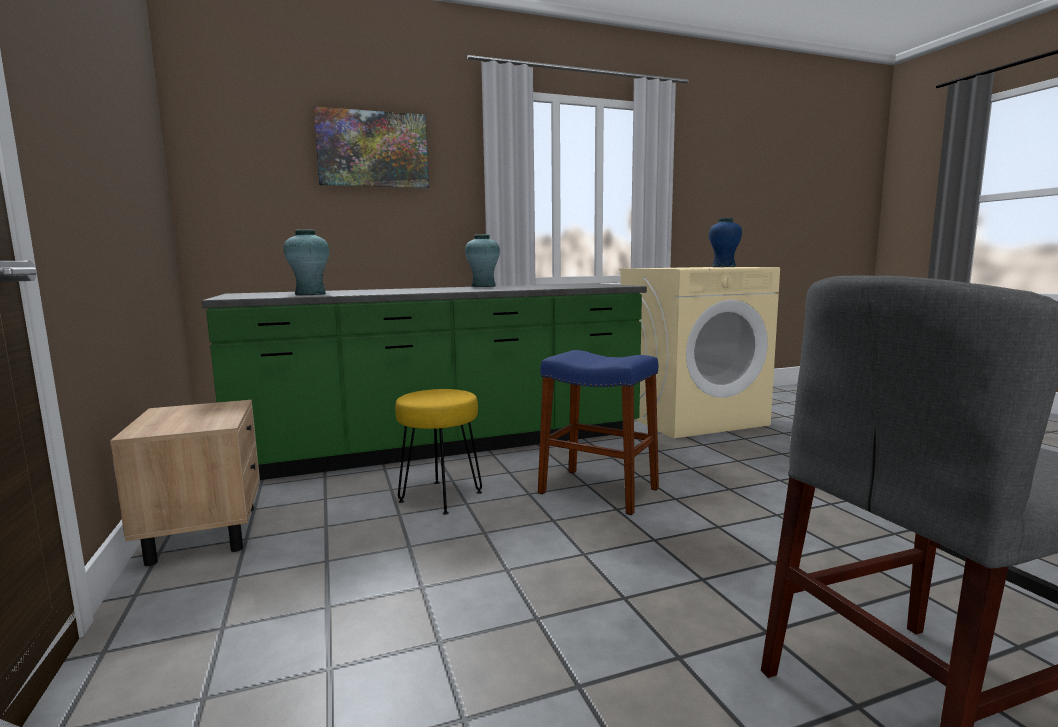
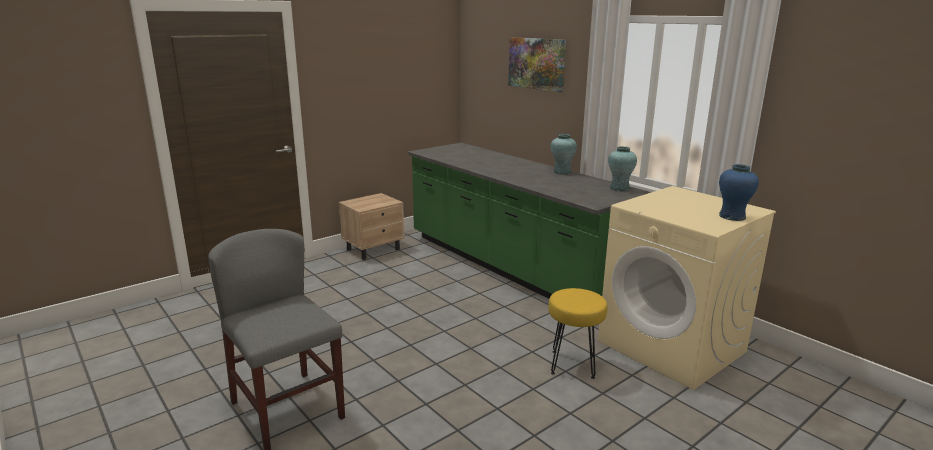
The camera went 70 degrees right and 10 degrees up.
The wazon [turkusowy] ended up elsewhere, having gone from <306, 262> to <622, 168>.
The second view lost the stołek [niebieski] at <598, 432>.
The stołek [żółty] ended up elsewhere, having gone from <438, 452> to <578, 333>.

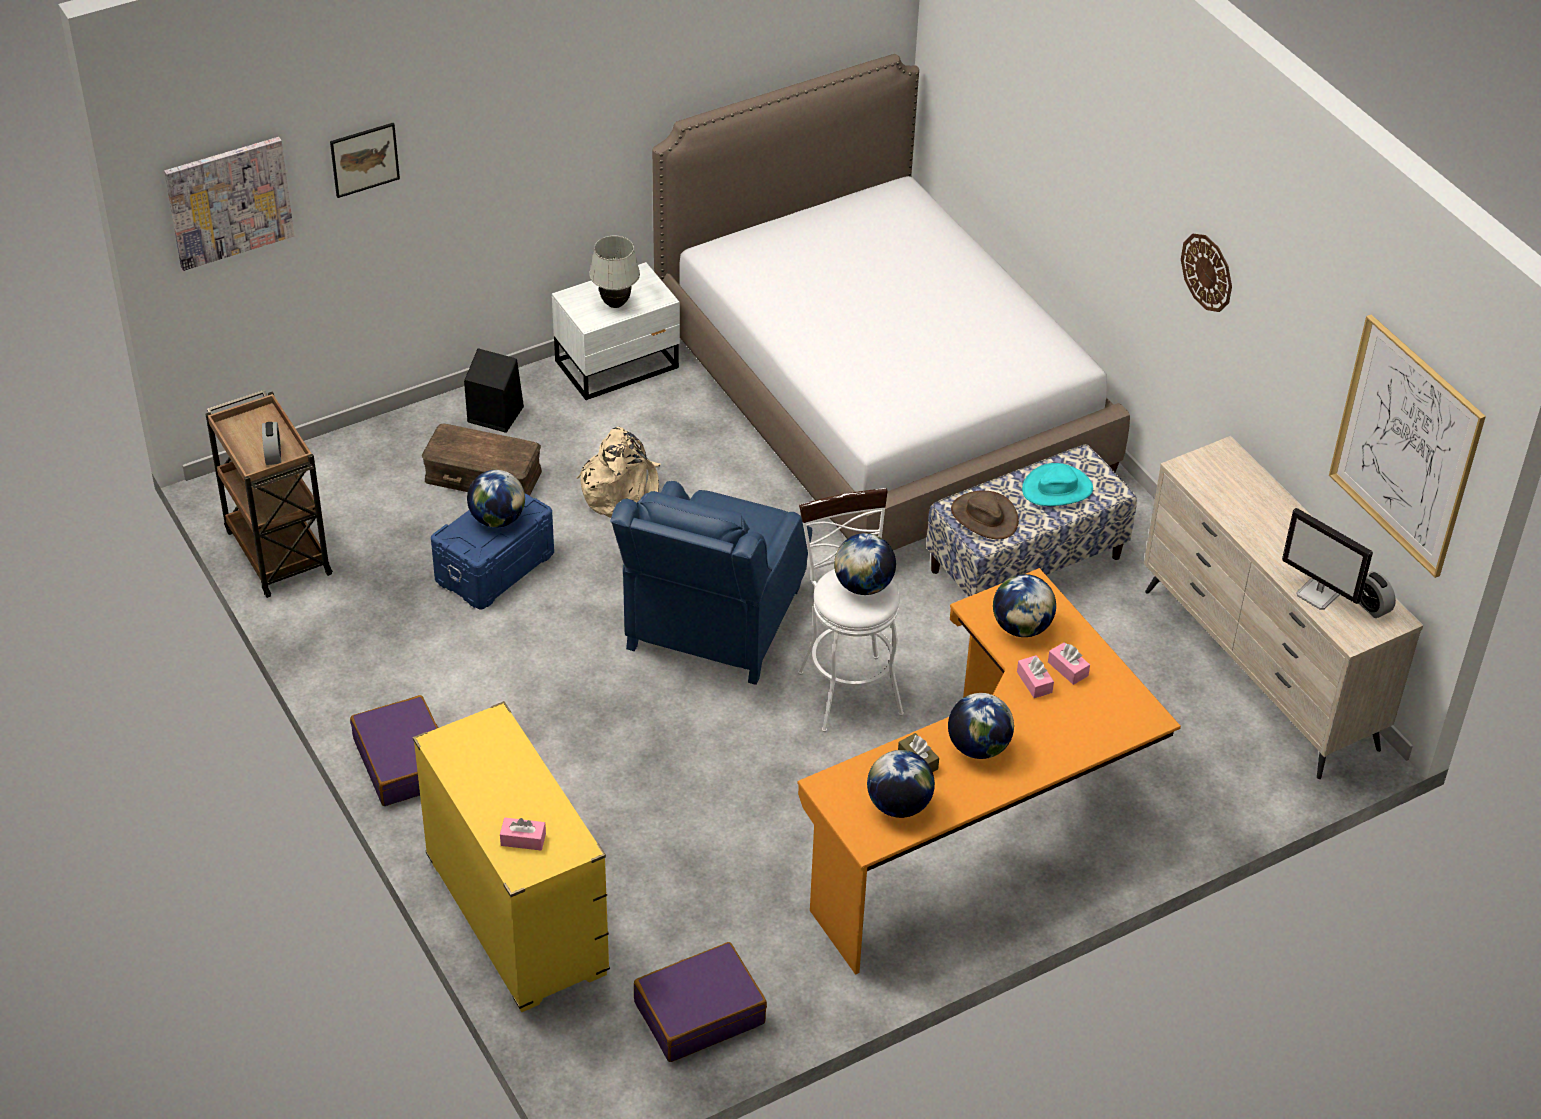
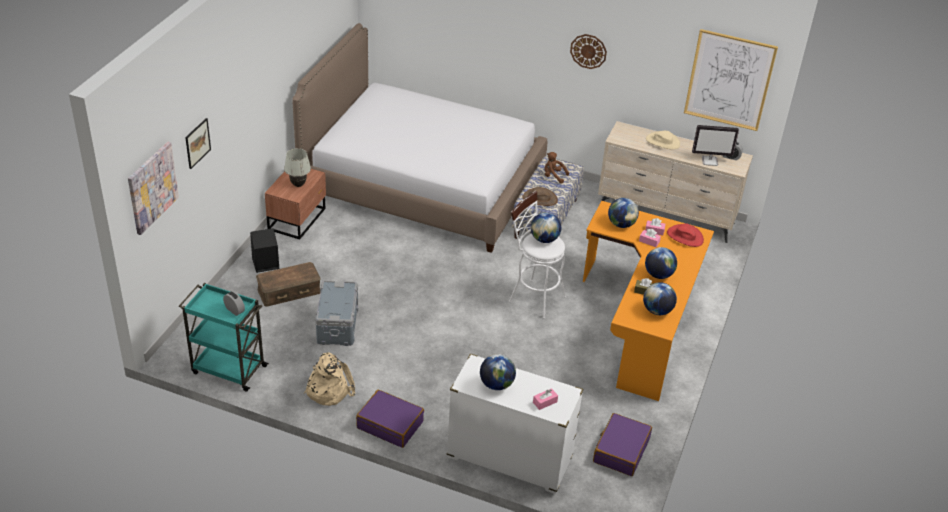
The camera went 40 degrees left and 5 degrees down.
What was the szafka nocna [biały] at <616, 331> turned into the szafka nocna [brązowy] at <295, 204>.
What was the wózek [brązowy] at <269, 494> turned into the wózek [turkusowy] at <224, 337>.
The plecak [beżowy] ended up elsewhere, having gone from <619, 472> to <329, 379>.
Where the kapelusz [turkusowy] stood at <1057, 484>, the pluszak [brązowy] came to stand at <556, 168>.
The globus ended up elsewhere, having gone from <496, 499> to <498, 372>.
The second view lost the fotel [niebieski] at <711, 583>.
What was the pojemnik do przechowywania [niebieski] at <492, 551> turned into the pojemnik do przechowywania [szary] at <336, 313>.
What was the komoda [żółty] at <511, 856> turned into the komoda [biały] at <514, 423>.
The second view gained the kapelusz [beżowy] at <663, 140>.
The second view gained the kapelusz [czerwony] at <685, 235>.

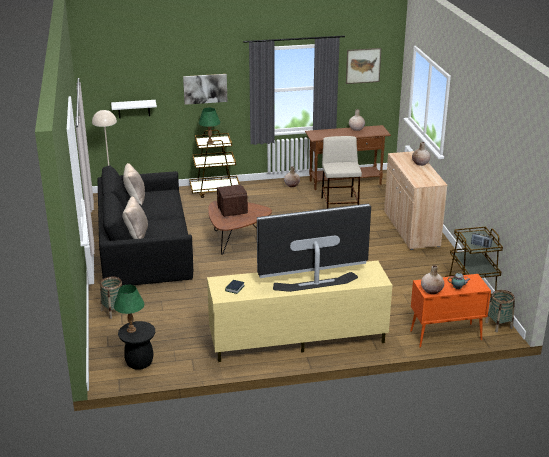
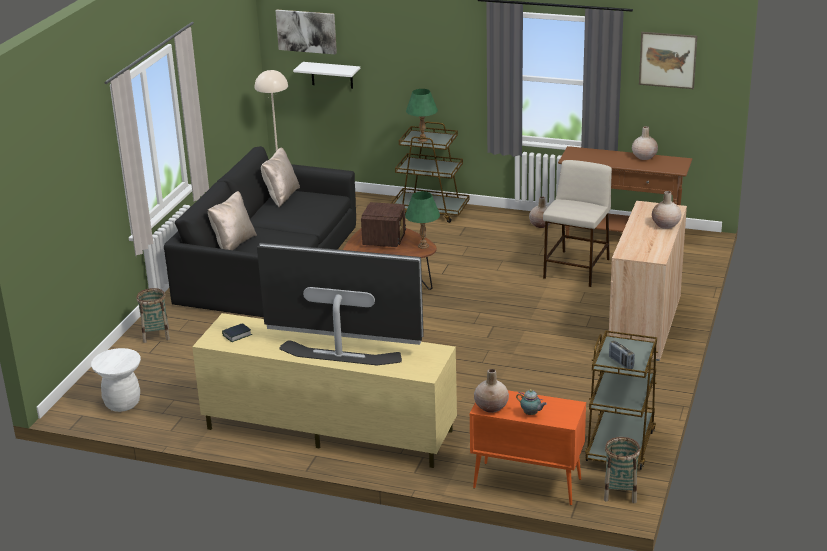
The camera went 30 degrees right and 0 degrees up.
The obraz ended up elsewhere, having gone from <205, 89> to <306, 32>.
The lampa stołowa [zielony] ended up elsewhere, having gone from <129, 309> to <422, 220>.
What was the stołek [czarny] at <136, 345> turned into the stołek [biały] at <116, 380>.

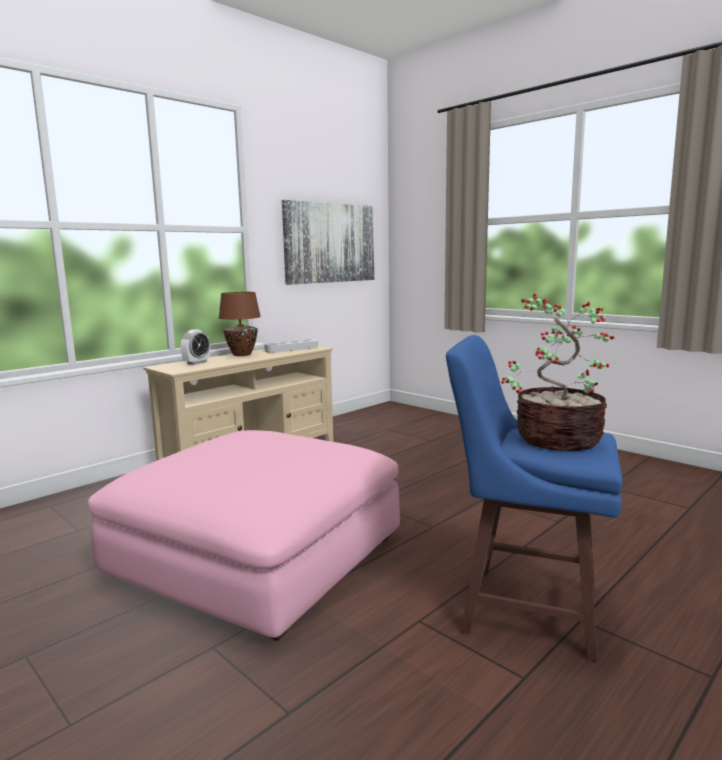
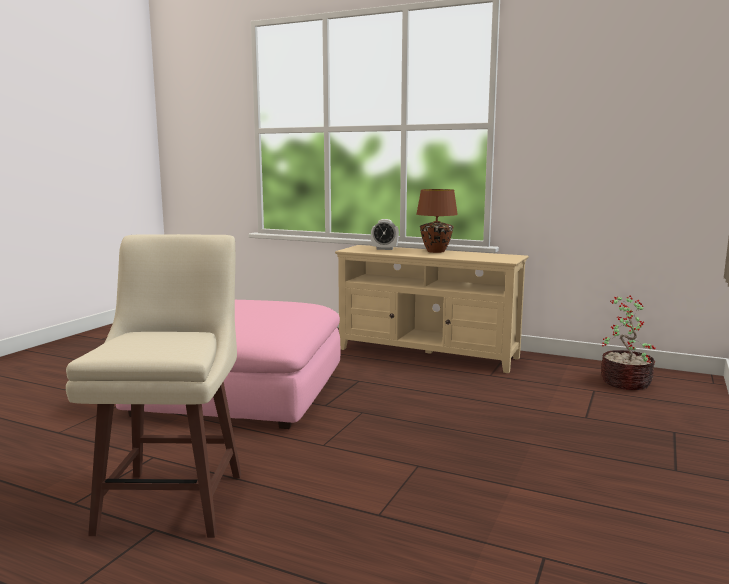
The camera went 70 degrees right and 0 degrees up.
The second view lost the obraz at <328, 242>.
The roślina doniczkowa ended up elsewhere, having gone from <557, 372> to <628, 342>.
What was the stołek [niebieski] at <534, 498> turned into the stołek [beżowy] at <153, 386>.
The second view lost the taca [szary] at <291, 346>.

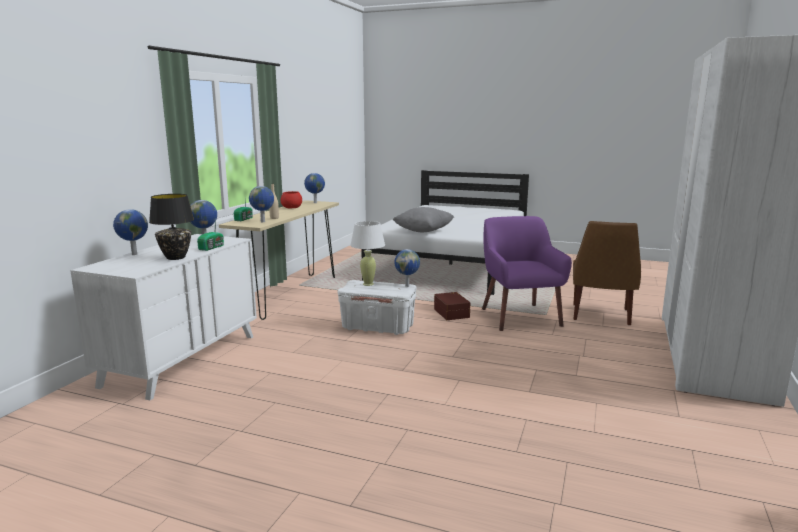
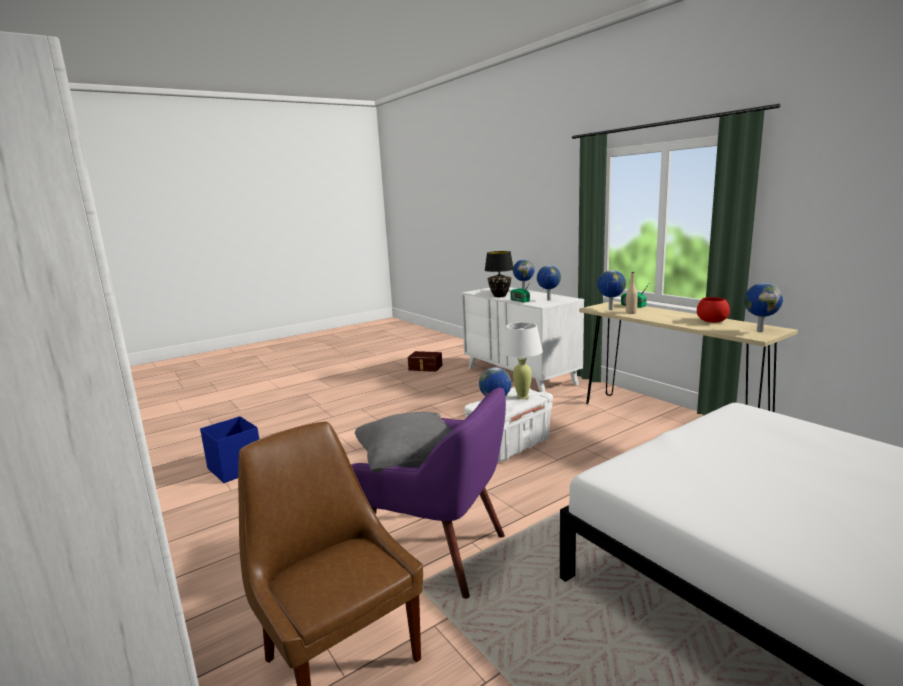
The camera went 125 degrees right and 0 degrees up.
The poduszka [szary] ended up elsewhere, having gone from <423, 219> to <404, 442>.
The pojemnik do przechowywania [brązowy] ended up elsewhere, having gone from <452, 306> to <425, 361>.
The second view gained the pojemnik do przechowywania [niebieski] at <229, 449>.

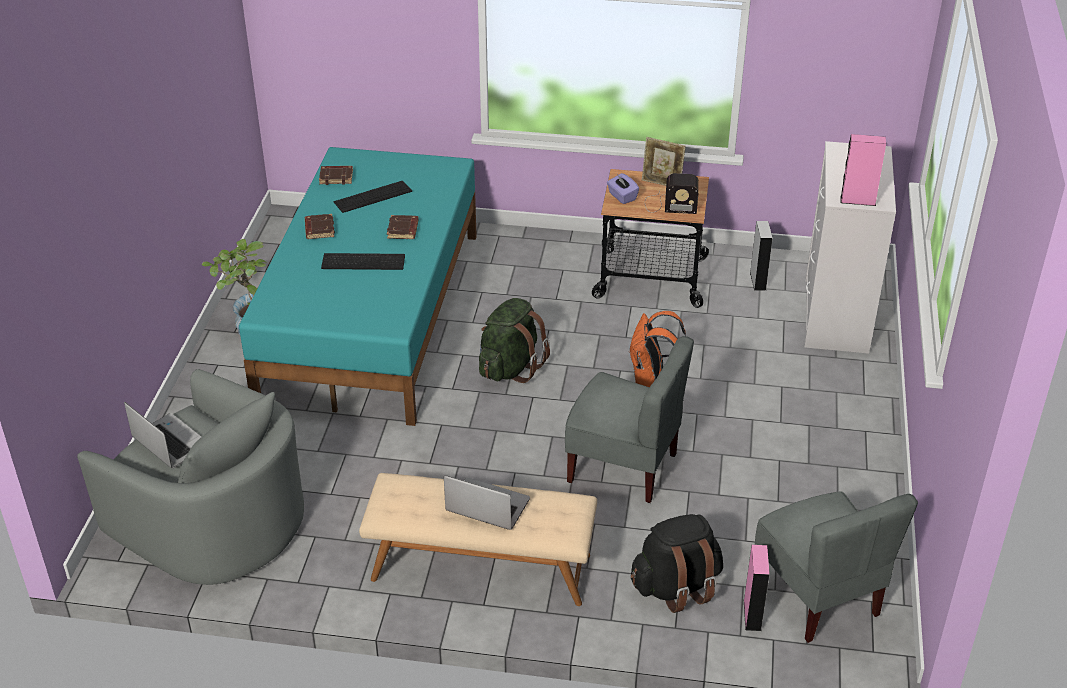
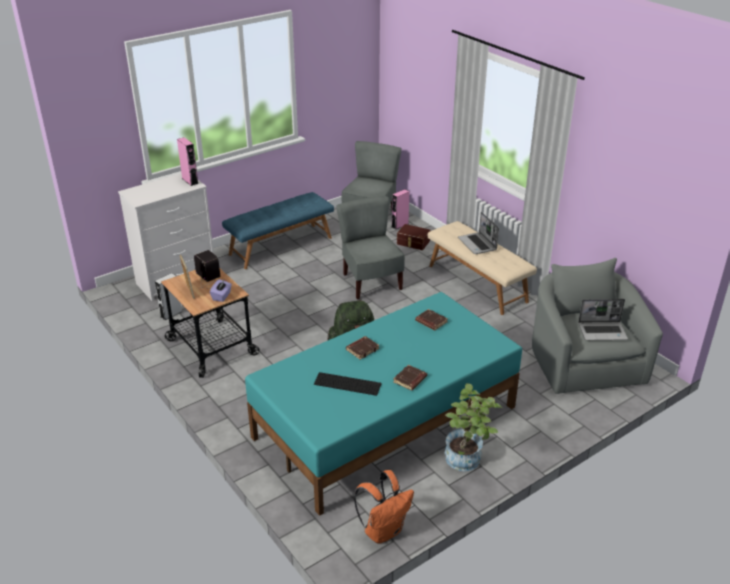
The camera went 135 degrees left and 5 degrees down.
The książka [brązowy] ended up elsewhere, having gone from <336, 175> to <431, 320>.
The second view lost the klawiatura at <363, 261>.
The plecak [pomarańczowy] ended up elsewhere, having gone from <658, 349> to <384, 506>.
The laptop at <162, 435> ended up facing another way, 90 degrees counterclockwise from before.
Where the plecak [czarny] stood at <677, 563>, the pojemnik do przechowywania [brązowy] came to stand at <413, 237>.
The second view gained the ławka [niebieski] at <278, 230>.

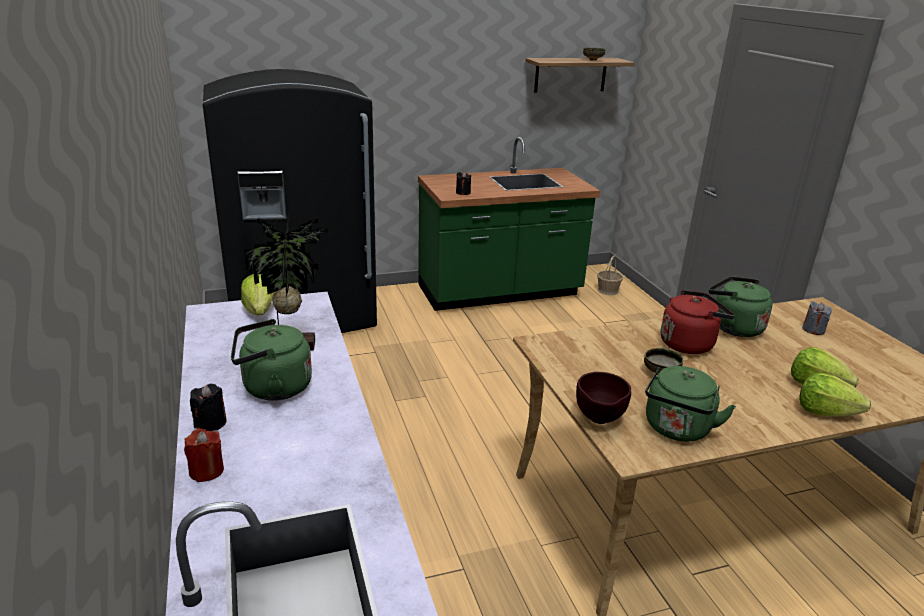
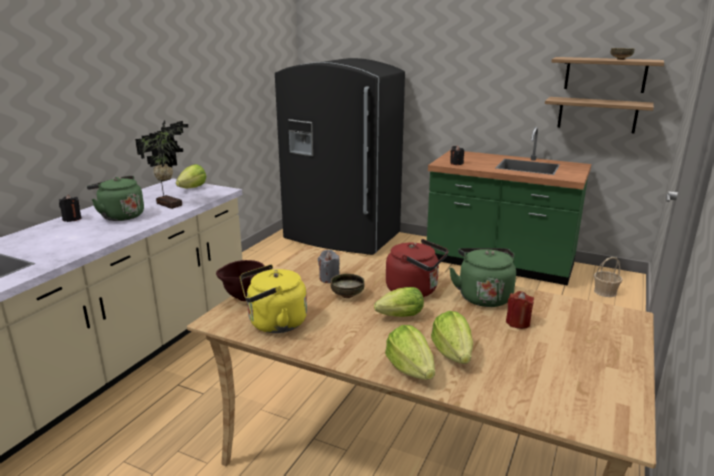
The camera went 45 degrees right and 5 degrees down.
The świeca [szary] ended up elsewhere, having gone from <817, 318> to <329, 266>.
What was the czajnik [zielony] at <690, 403> turned into the czajnik [żółty] at <273, 298>.
The świeca [czerwony] ended up elsewhere, having gone from <204, 455> to <520, 310>.
The second view gained the półka at <599, 115>.
The second view gained the sałata at <399, 302>.

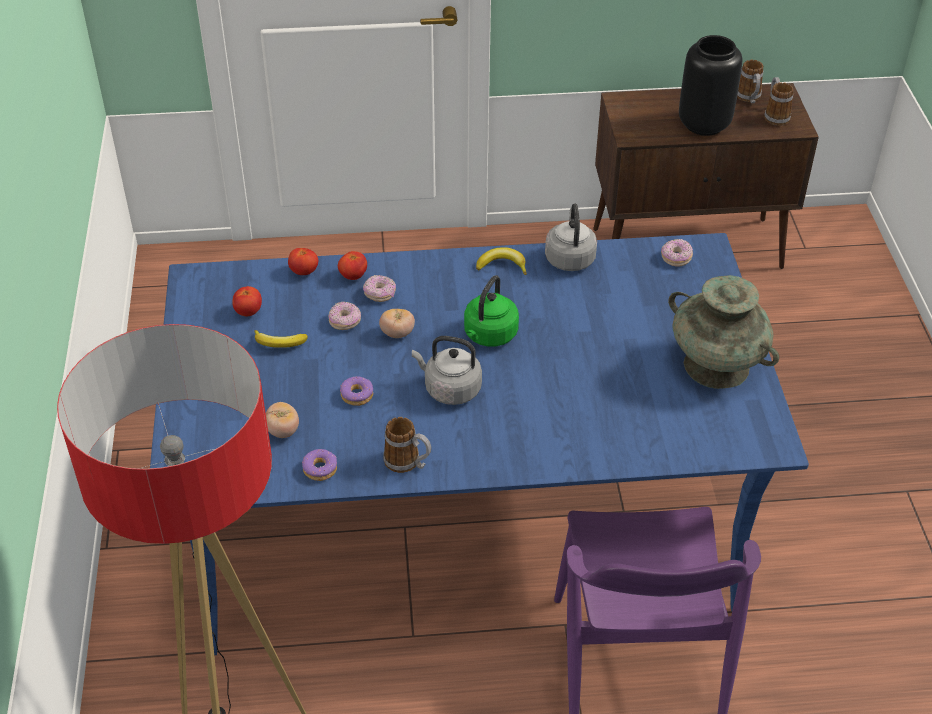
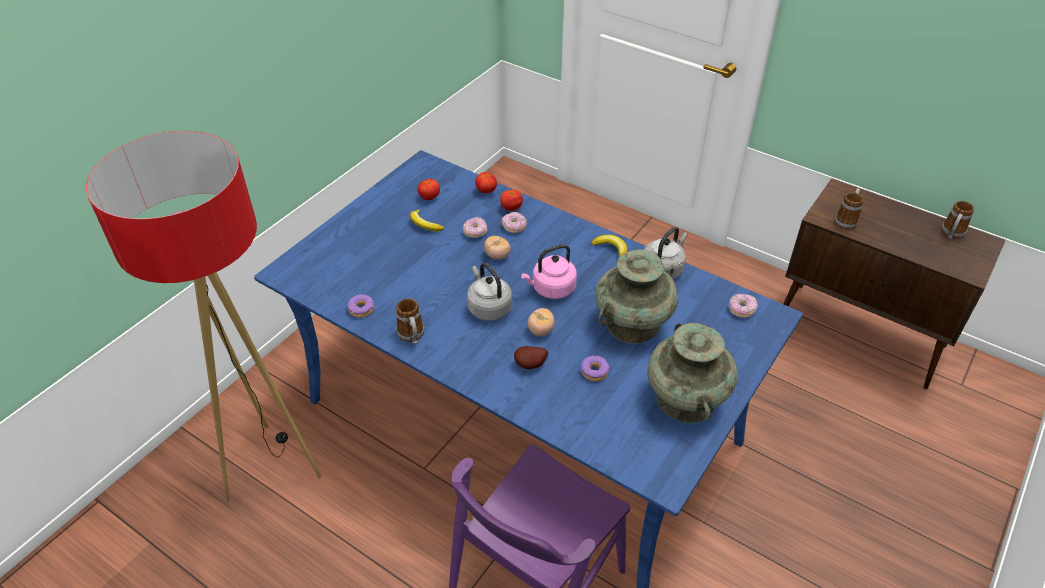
The camera went 40 degrees right and 0 degrees up.
The second view lost the wazon [czarny] at <710, 85>.
The kubek ended up elsewhere, having gone from <778, 101> to <848, 209>.
What was the czajnik [zielony] at <491, 311> turned into the czajnik [różowy] at <549, 271>.
The donut ended up elsewhere, having gone from <356, 391> to <595, 368>.
The pomidor ended up elsewhere, having gone from <282, 420> to <541, 322>.
The second view gained the wazon [turkusowy] at <636, 296>.
The second view gained the ziemniak at <531, 357>.

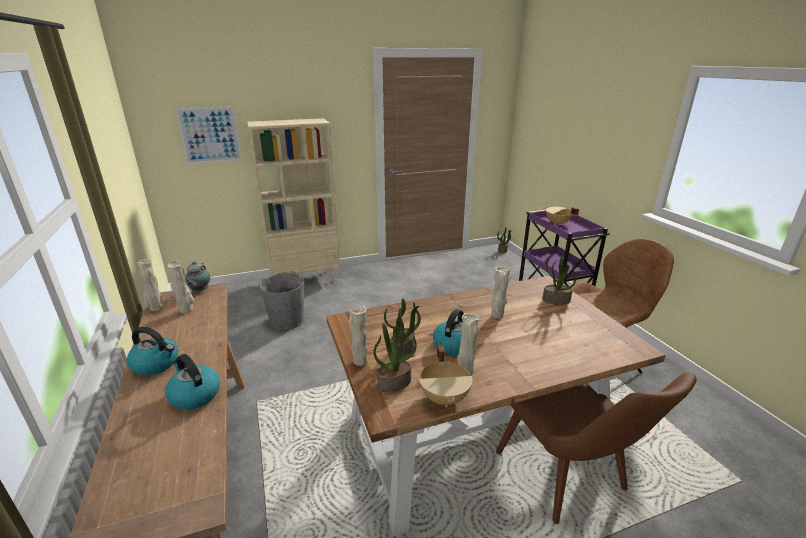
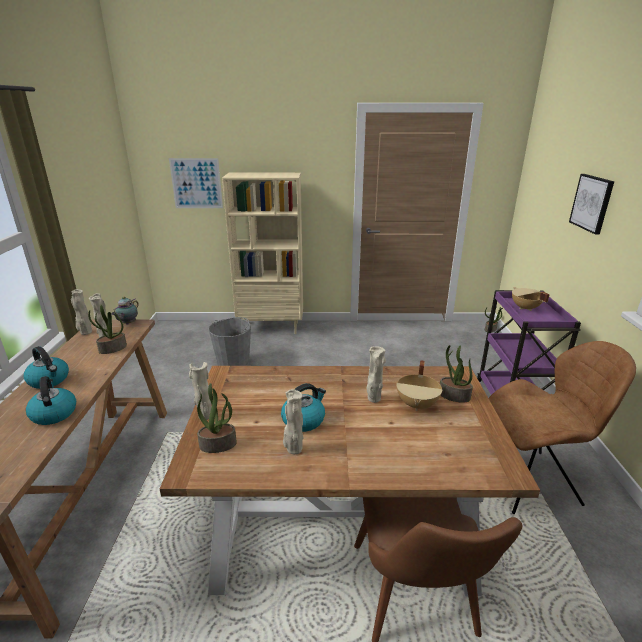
The camera went 20 degrees right and 0 degrees up.
The roślina doniczkowa ended up elsewhere, having gone from <402, 327> to <107, 329>.
The garnek [beżowy] ended up elsewhere, having gone from <446, 375> to <419, 385>.
The second view gained the obraz at <591, 204>.

